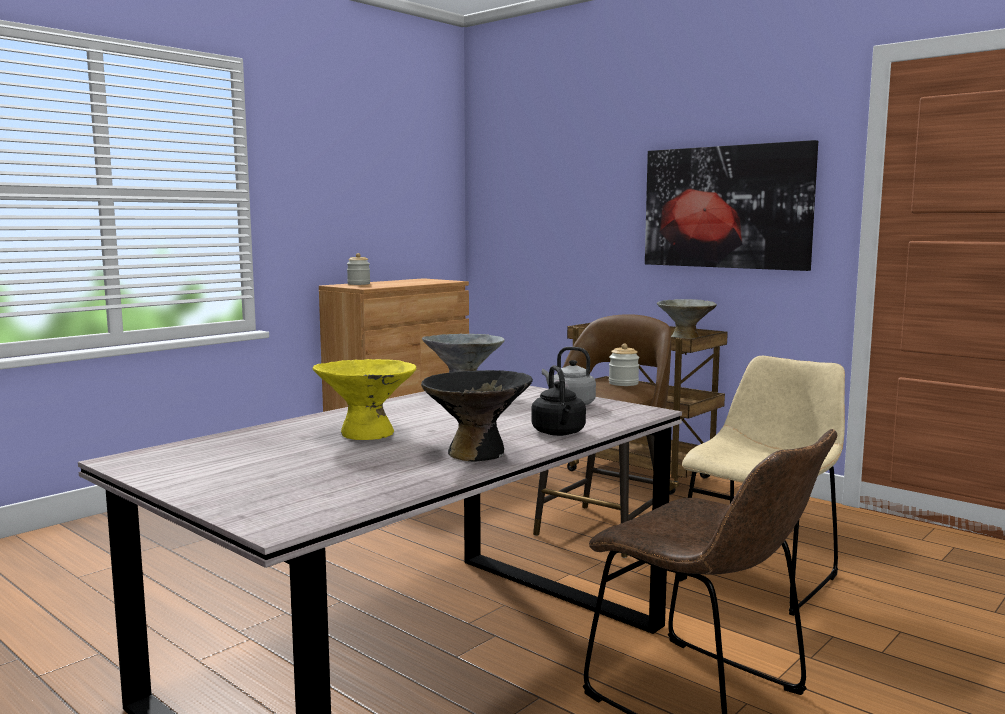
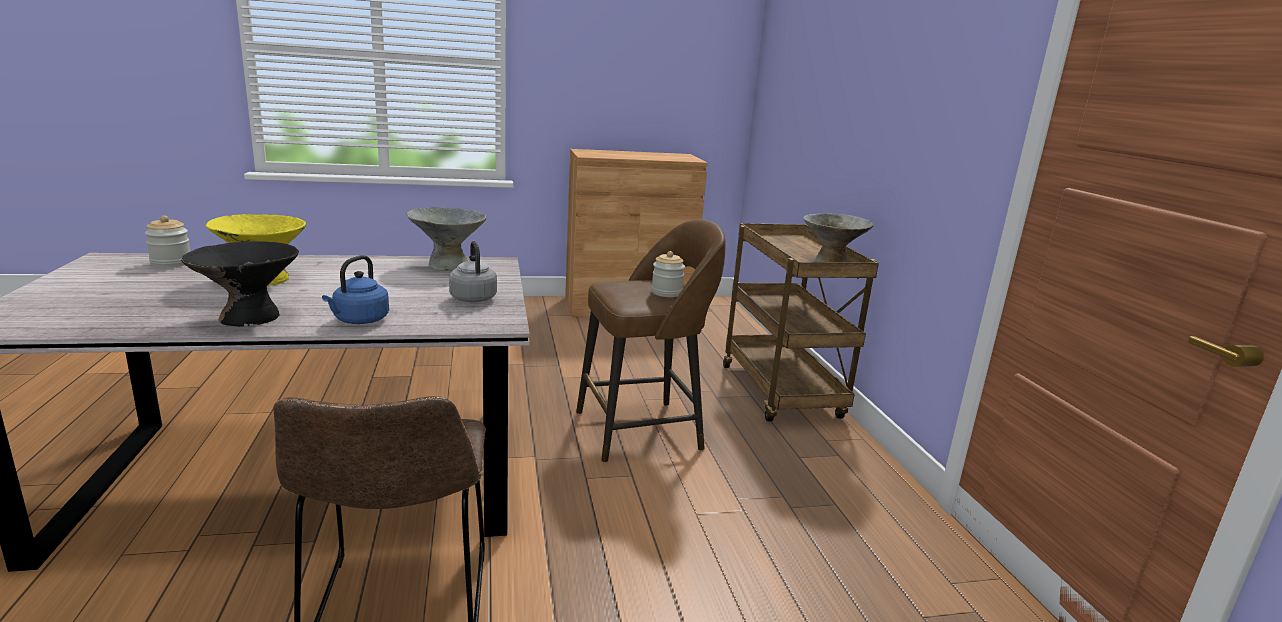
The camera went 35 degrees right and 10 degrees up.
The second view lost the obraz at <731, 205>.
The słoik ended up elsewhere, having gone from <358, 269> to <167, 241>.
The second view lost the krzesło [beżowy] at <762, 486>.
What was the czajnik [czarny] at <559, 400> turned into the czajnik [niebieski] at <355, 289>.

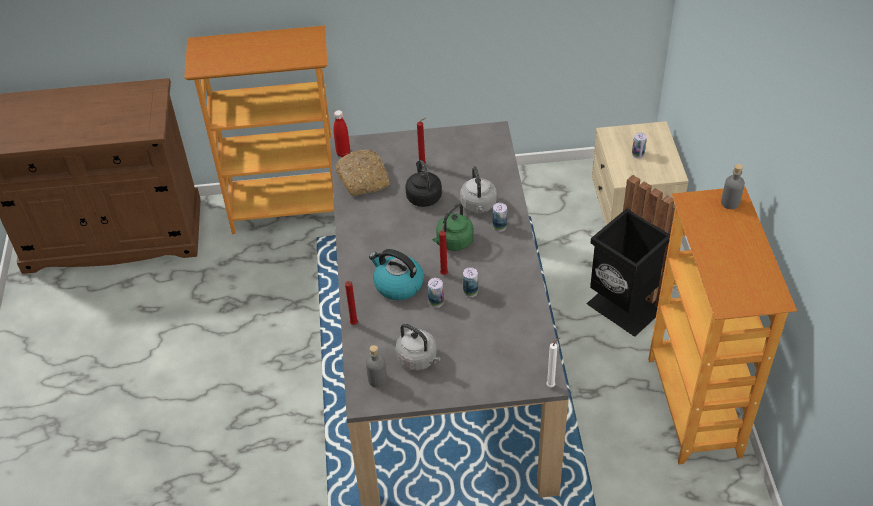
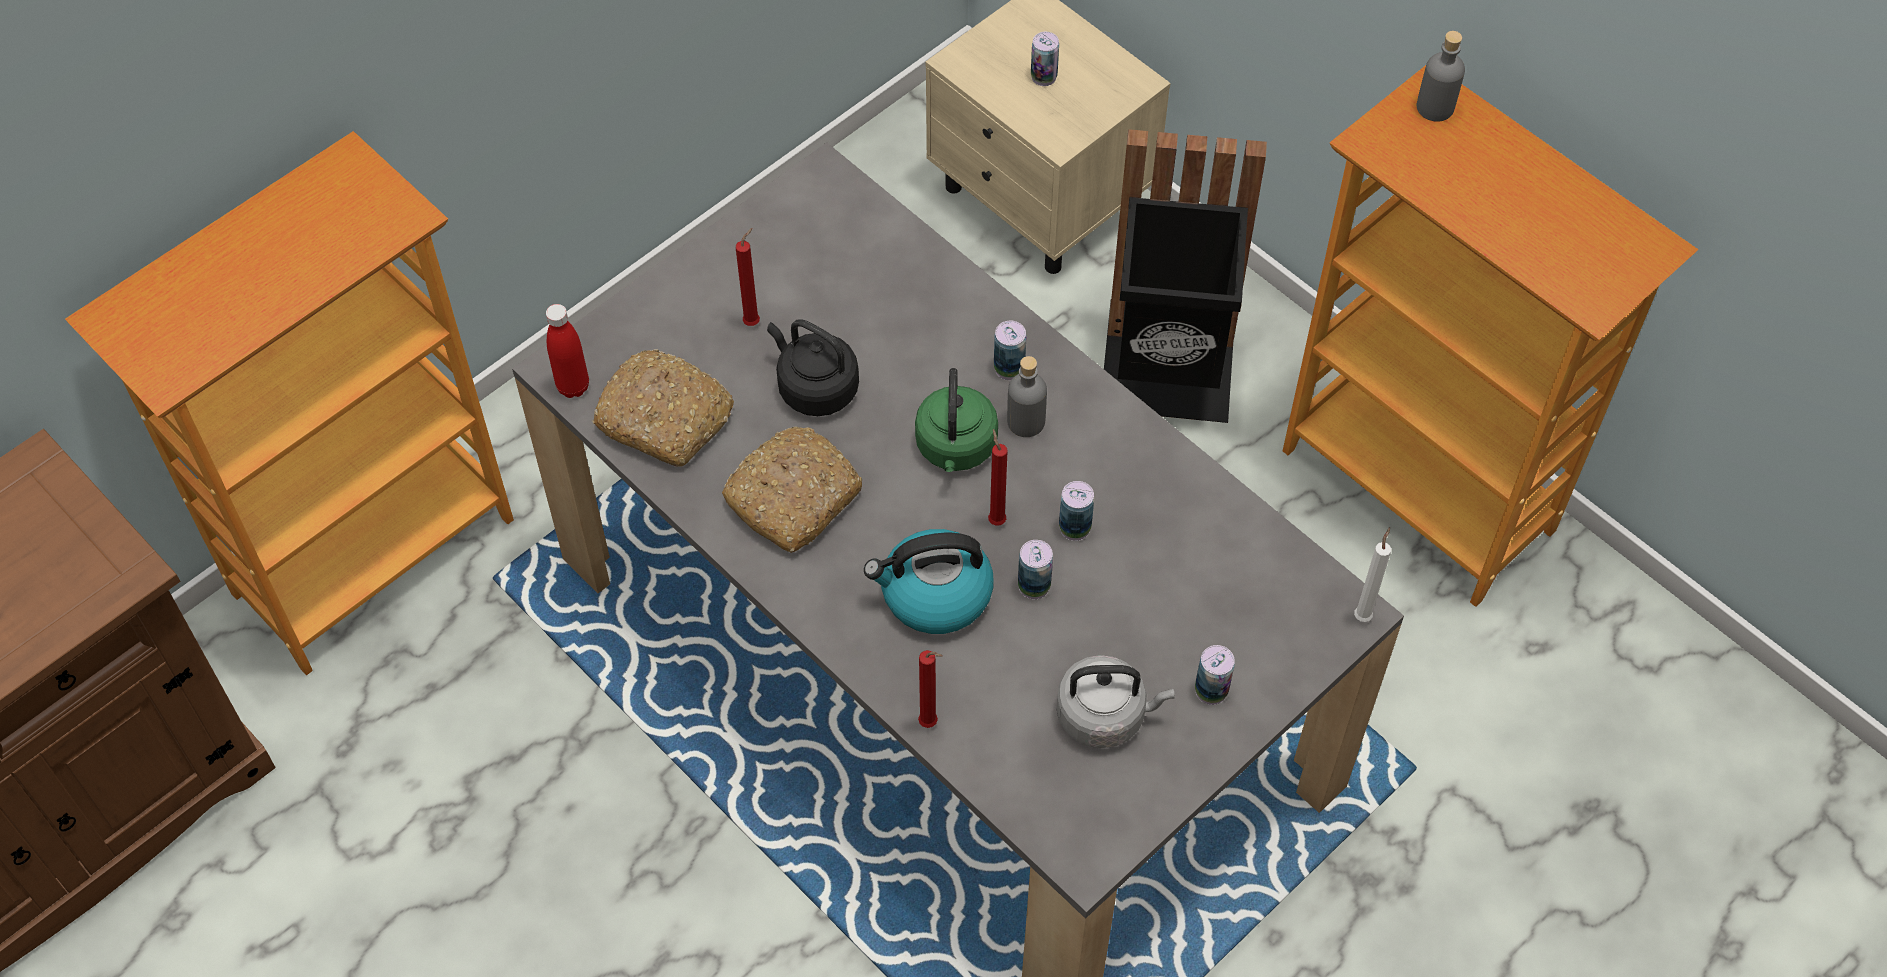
The camera went 40 degrees left and 10 degrees up.
The second view lost the czajnik [szary] at <478, 190>.
The butelka [szary] ended up elsewhere, having gone from <376, 366> to <1027, 396>.
The second view gained the chleb at <792, 489>.
The second view gained the puszka at <1215, 675>.

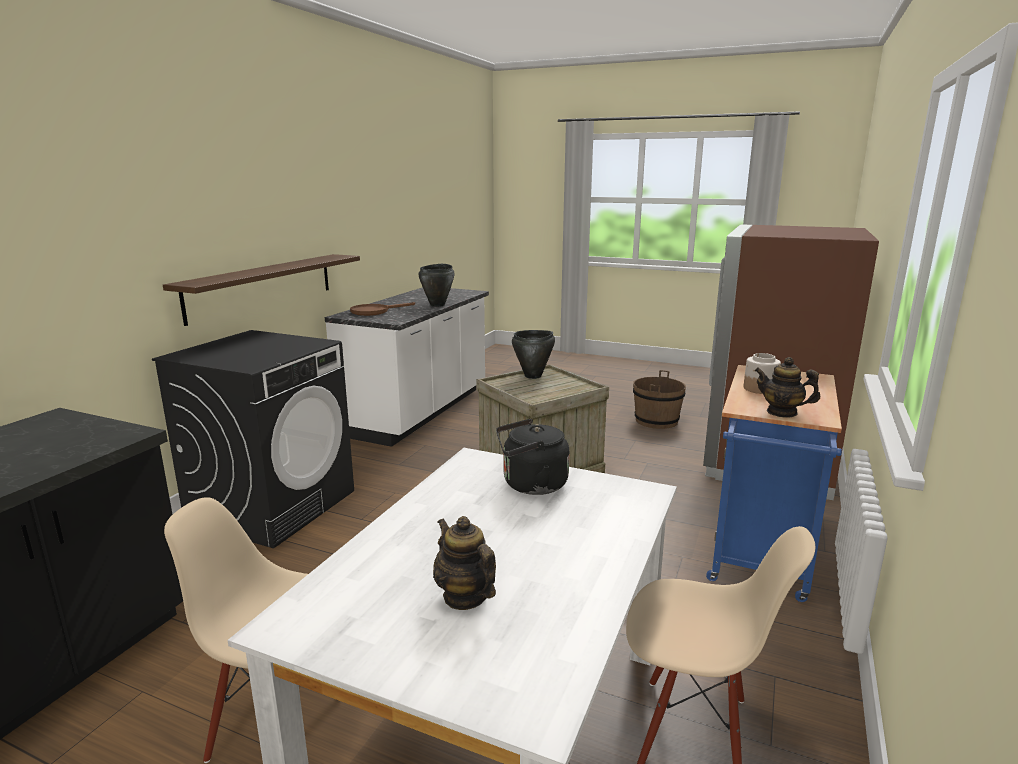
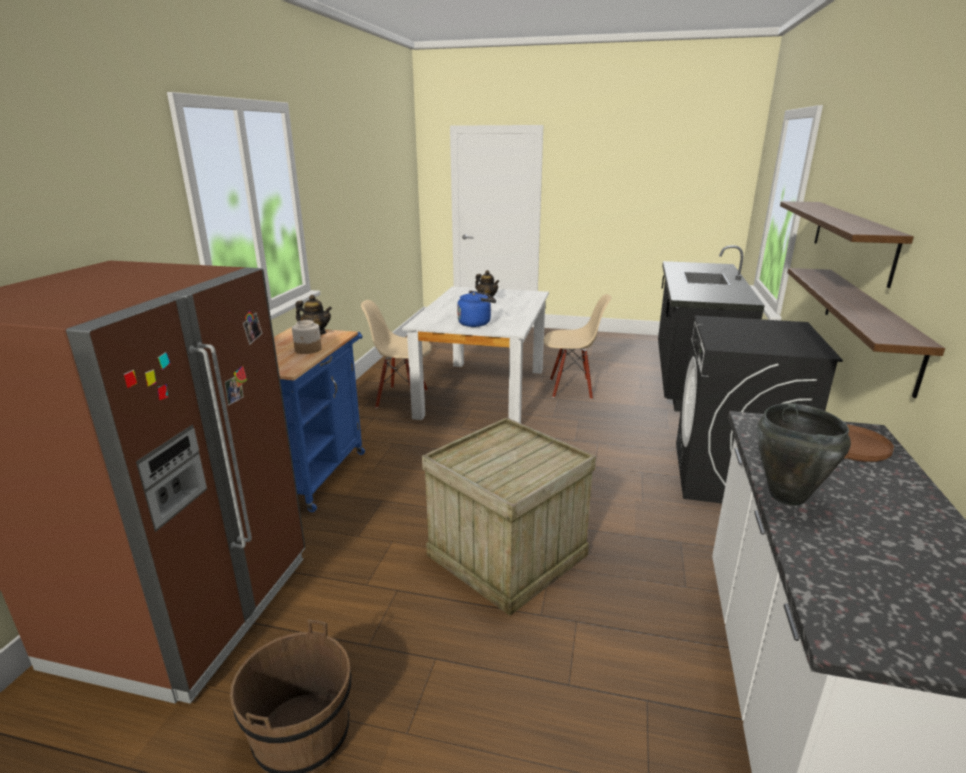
The camera went 170 degrees right and 5 degrees up.
The second view lost the garnek [czarny] at <533, 354>.
What was the czajnik [czarny] at <533, 457> turned into the czajnik [niebieski] at <476, 309>.
The second view gained the półka at <847, 244>.

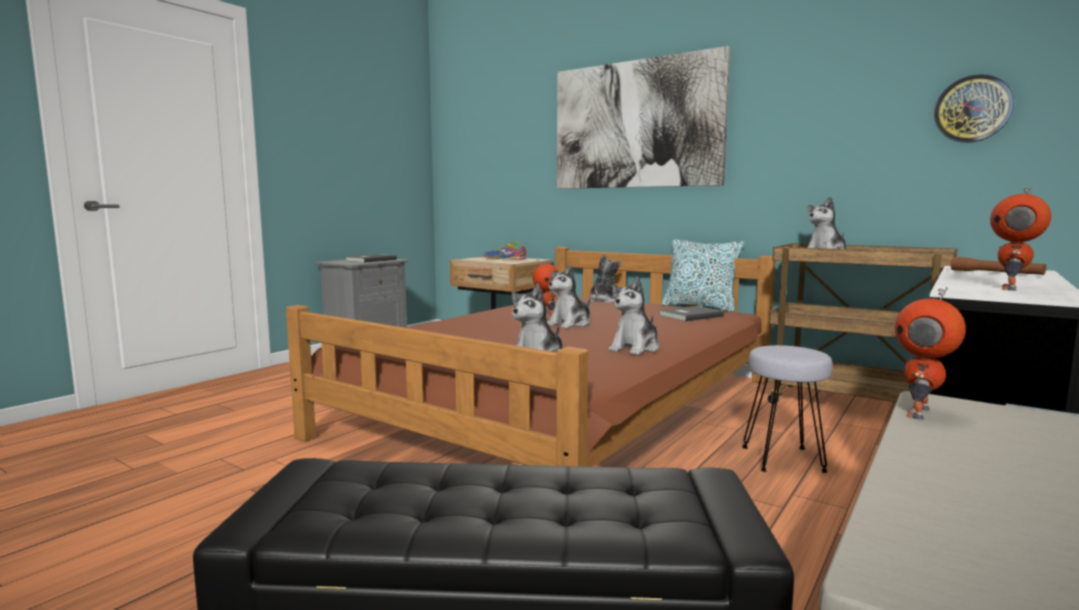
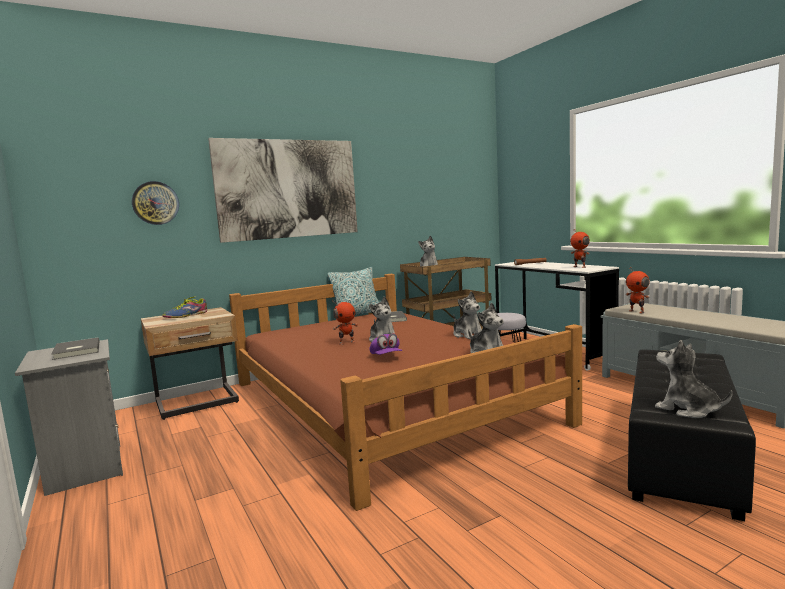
The camera went 65 degrees left and 0 degrees up.
The zegar ścienny ended up elsewhere, having gone from <974, 108> to <155, 203>.
The pluszak ended up elsewhere, having gone from <605, 278> to <694, 379>.
The second view gained the czapka z daszkiem [fioletowy] at <386, 344>.

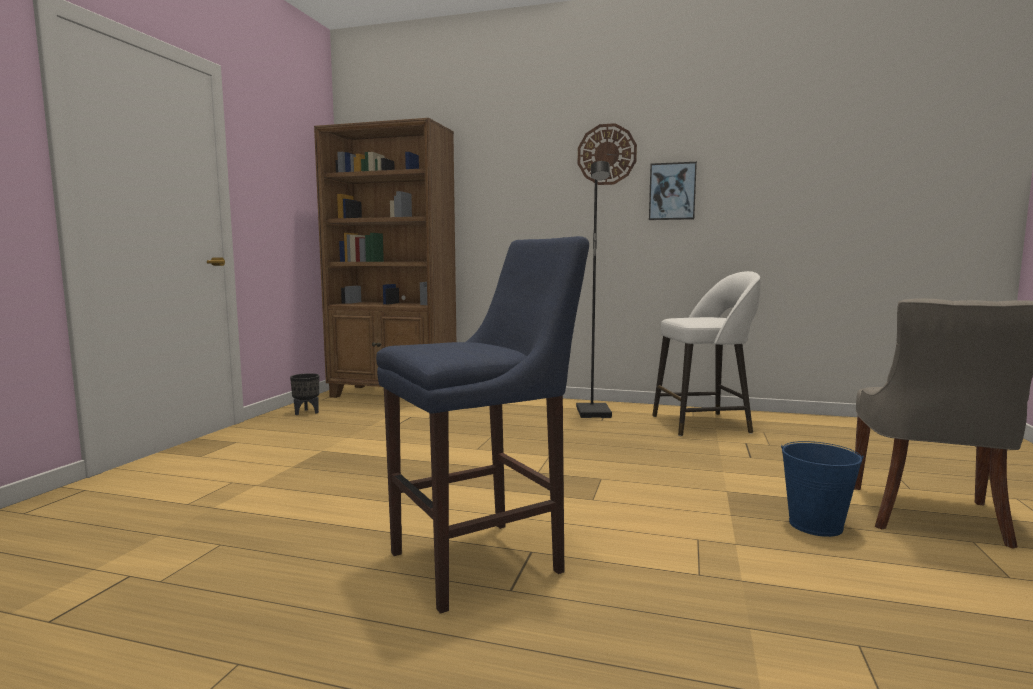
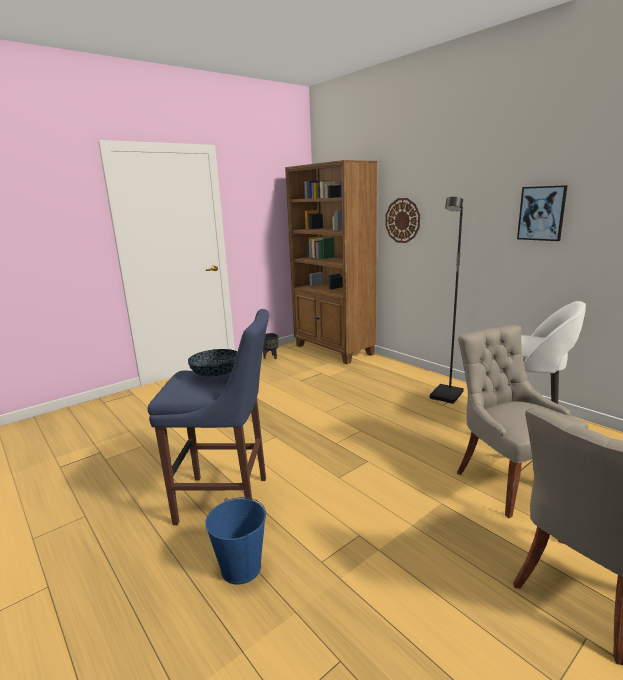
The camera went 35 degrees right and 10 degrees up.
The zegar ścienny ended up elsewhere, having gone from <607, 154> to <402, 220>.
The wiadro [niebieski] ended up elsewhere, having gone from <822, 489> to <235, 541>.
The second view gained the krzesło [szary] at <523, 421>.
The second view gained the miska at <212, 362>.

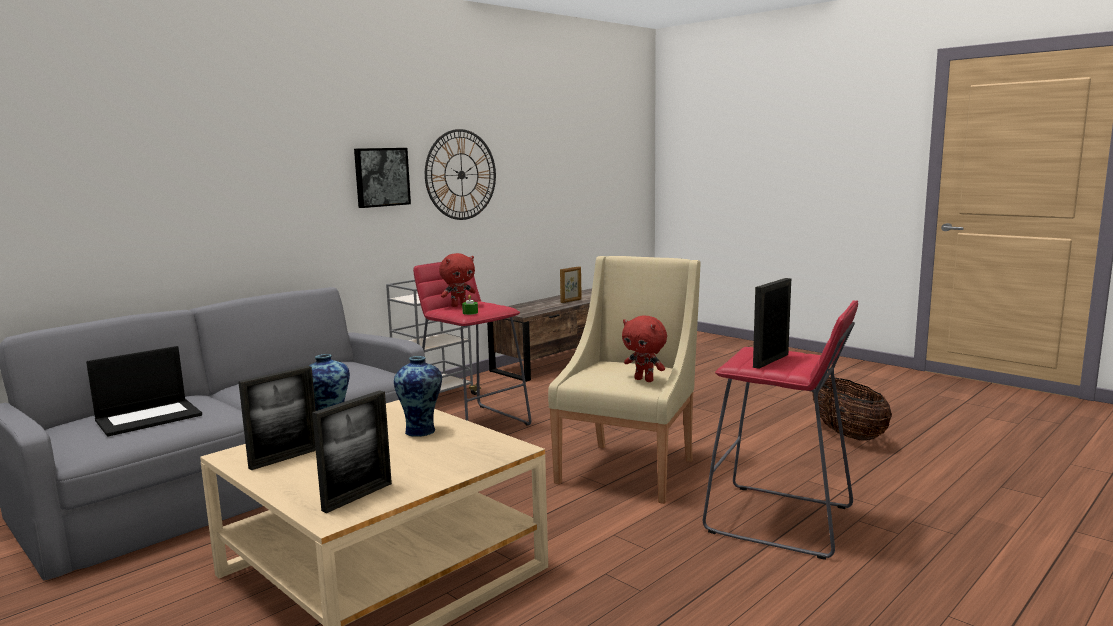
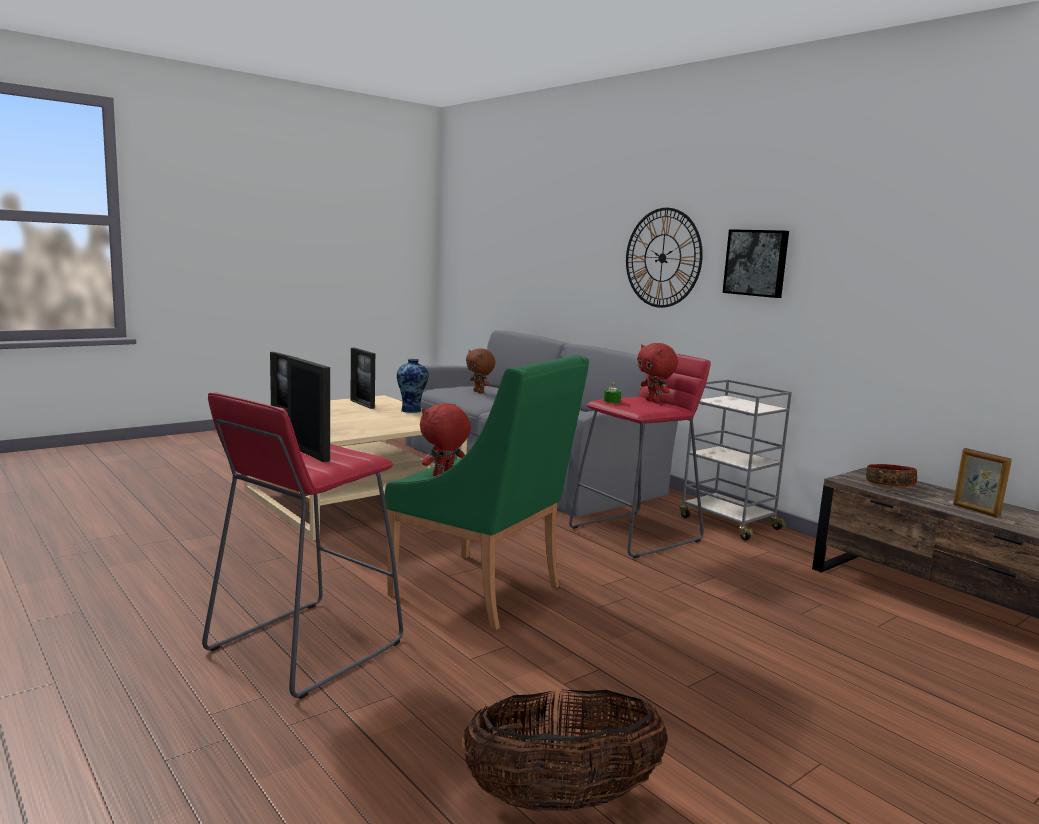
The camera went 95 degrees right and 0 degrees up.
The zegar ścienny ended up elsewhere, having gone from <460, 174> to <664, 258>.
What was the fotel [beżowy] at <624, 380> turned into the fotel [zielony] at <487, 492>.
Where the laptop stood at <144, 391>, the pluszak [brązowy] came to stand at <480, 370>.
The second view lost the wazon at <418, 396>.
The second view gained the miska at <891, 475>.

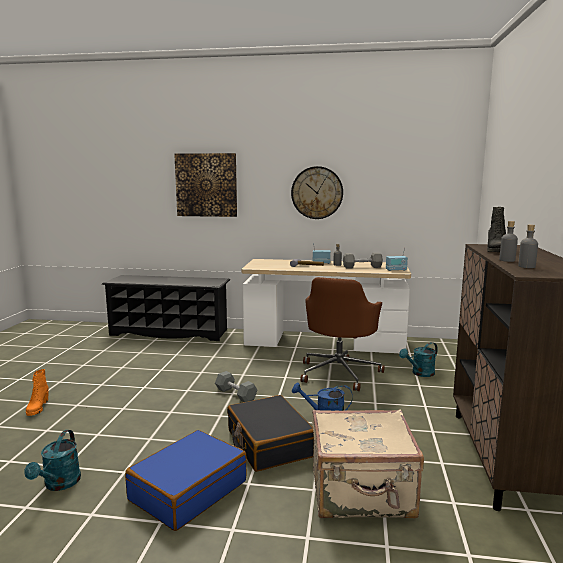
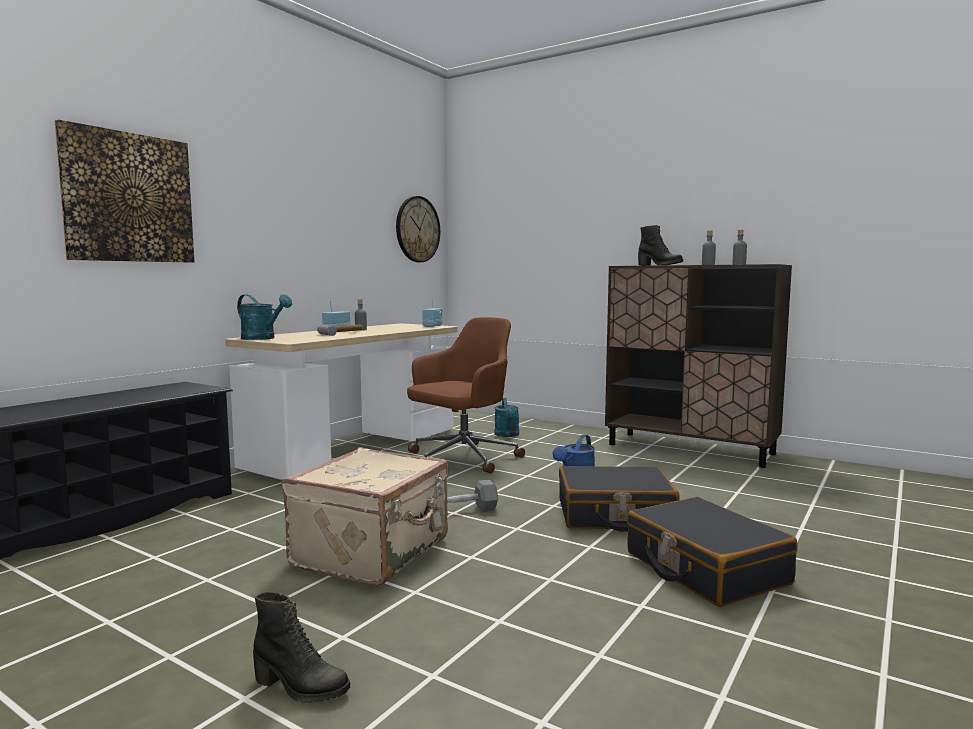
The camera went 65 degrees left and 5 degrees down.
The zegar ścienny ended up elsewhere, having gone from <317, 192> to <418, 229>.
The second view lost the hantel [szary] at <363, 260>.
The krzesło biurowe [brązowy] at <342, 334> ended up facing another way, 90 degrees counterclockwise from before.
What was the but z cholewką [pomarańczowy] at <37, 392> turned into the but z cholewką [czarny] at <301, 647>.
The walizka [beżowy] ended up elsewhere, having gone from <368, 463> to <365, 517>.
The konewka [turkusowy] ended up elsewhere, having gone from <52, 460> to <264, 317>.
What was the walizka [niebieski] at <186, 480> turned into the walizka [czarny] at <712, 552>.

